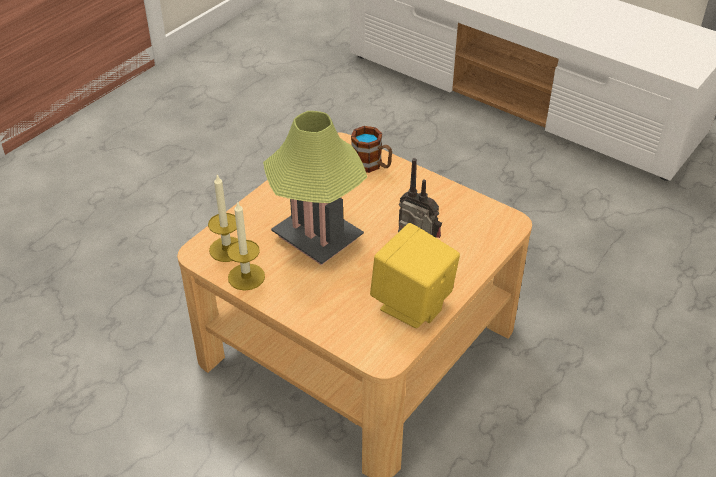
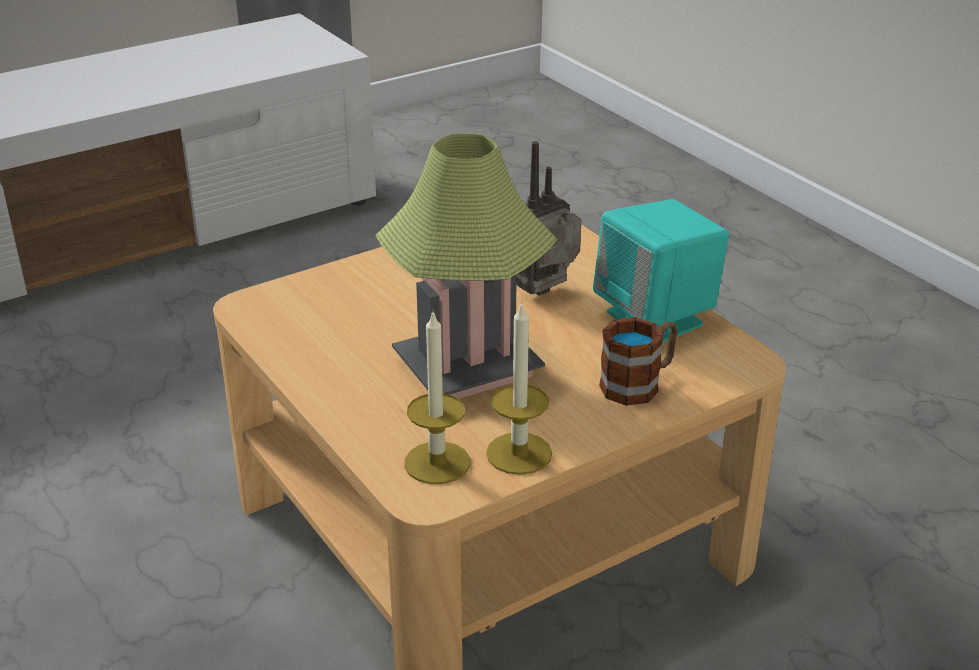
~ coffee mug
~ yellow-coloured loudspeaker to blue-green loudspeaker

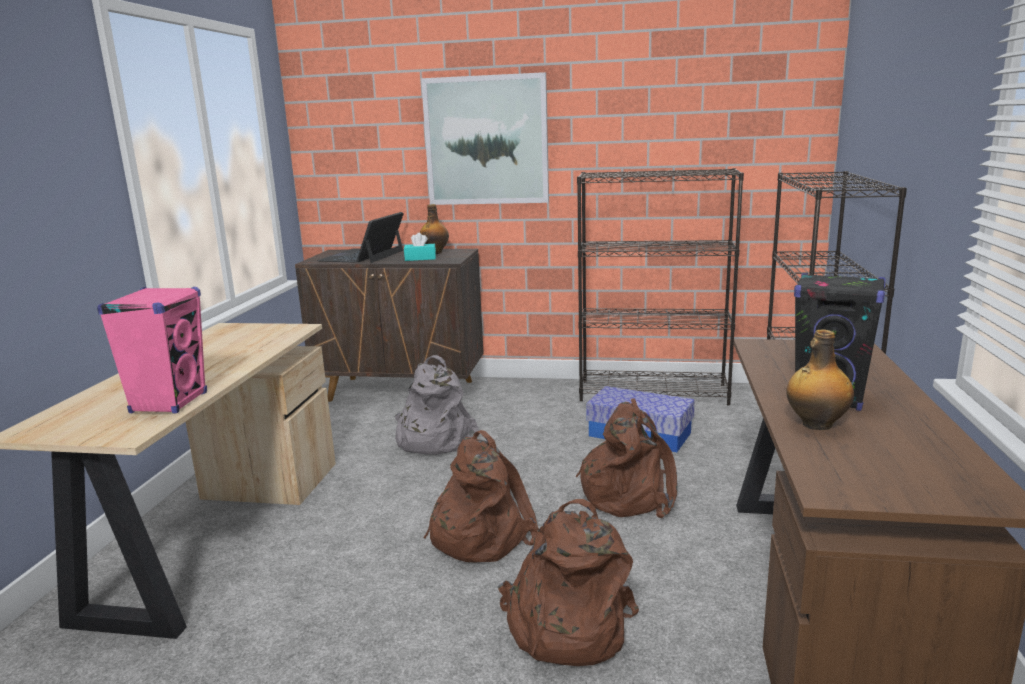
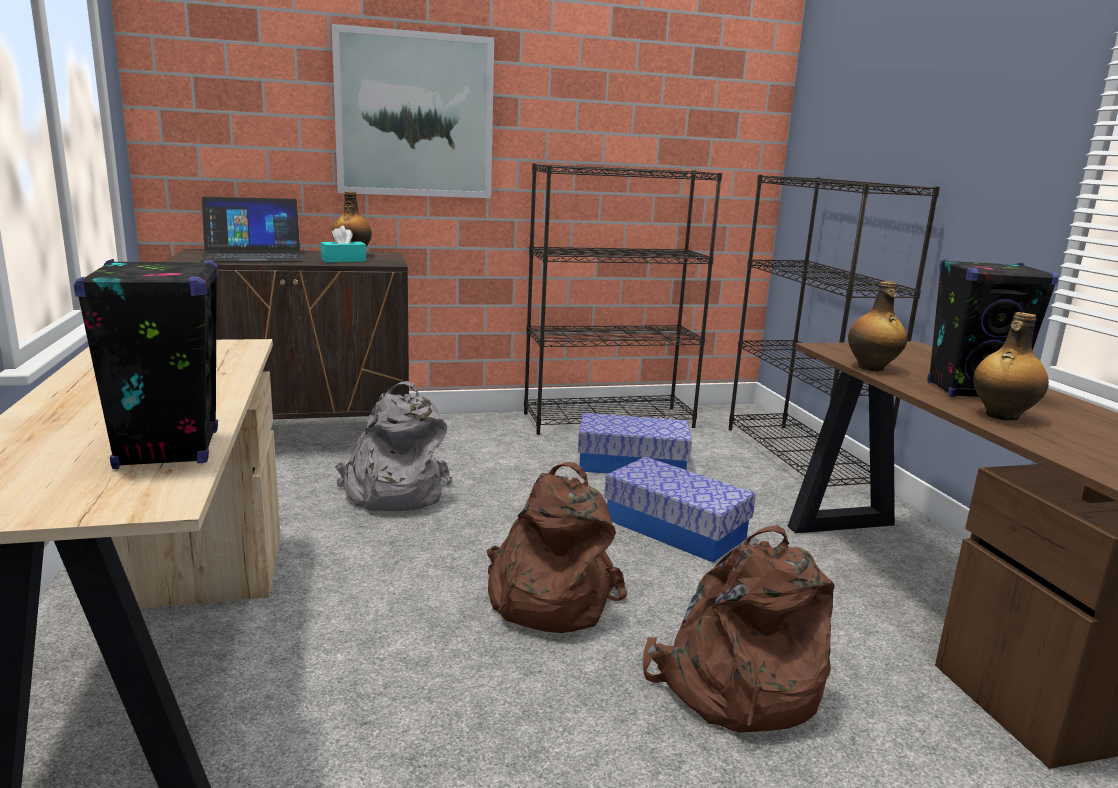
~ laptop 105 degrees counterclockwise
~ pink loudspeaker to blackish loudspeaker (1st from left)
~ brown knapsack (3rd from left) to storage container (2nd from left)
+ beverage bottle (2nd from left)

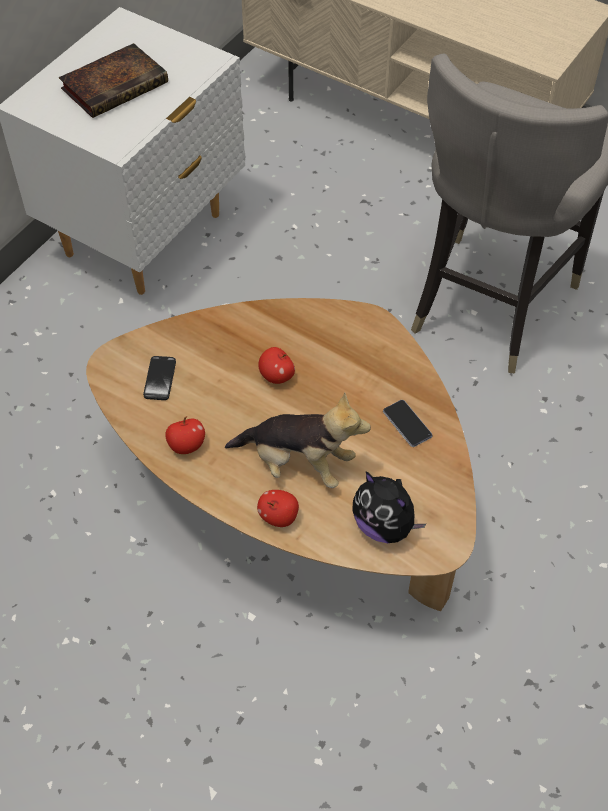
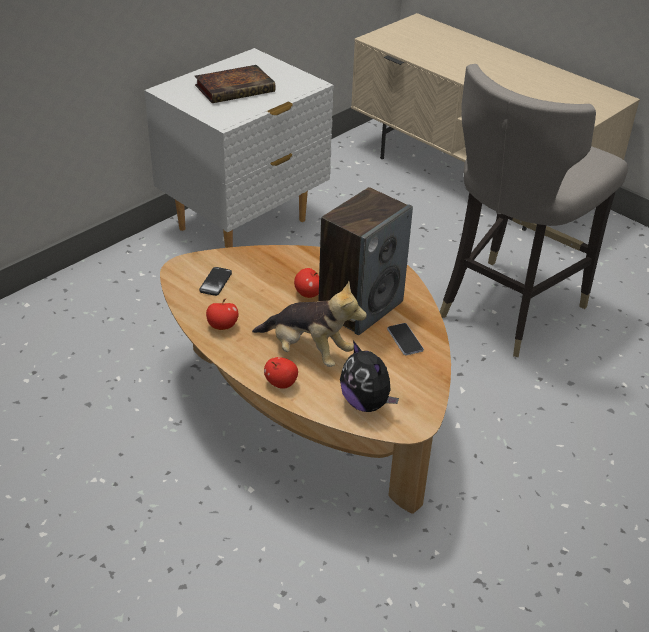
+ loudspeaker

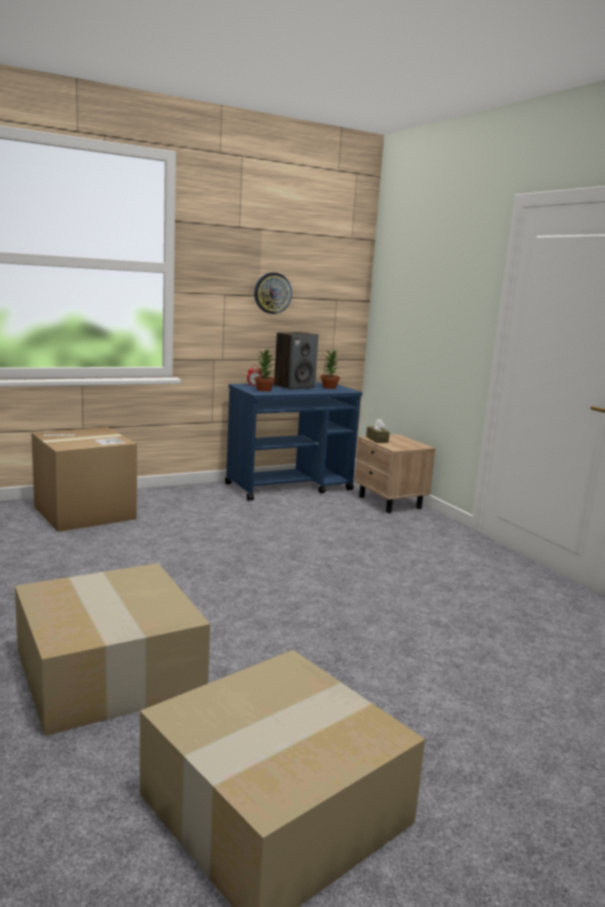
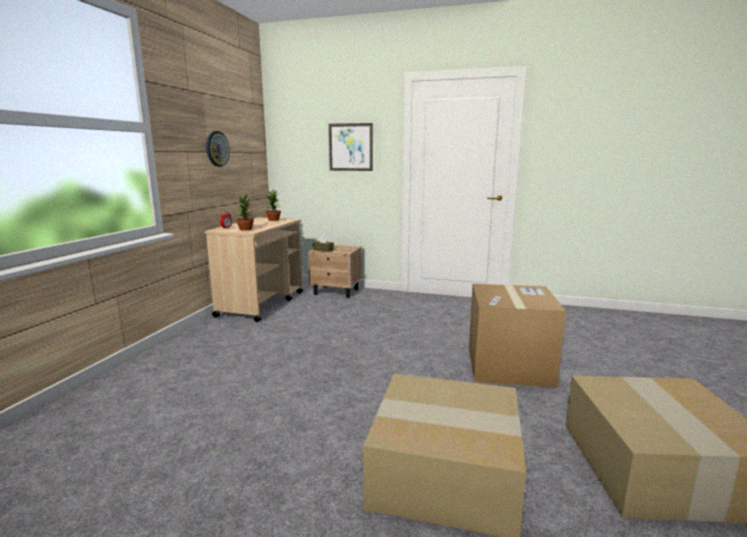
- loudspeaker
~ blue wheeled cart to beige wheeled cart
~ packing box (1st from left in the first image) to packing box (2nd from left)
+ wall picture

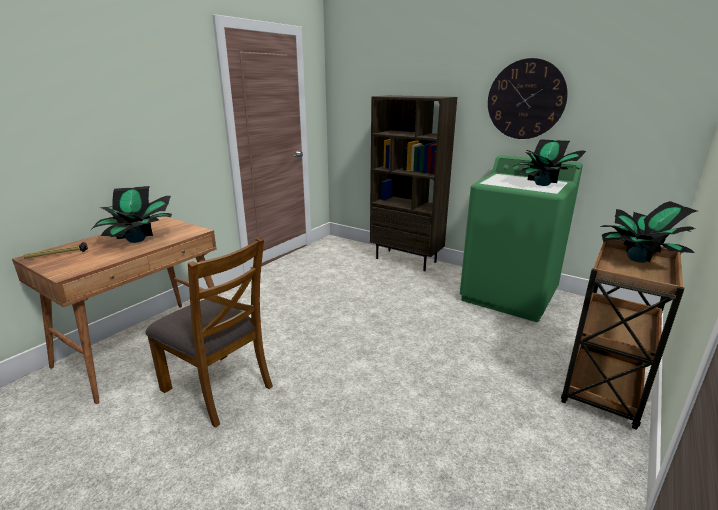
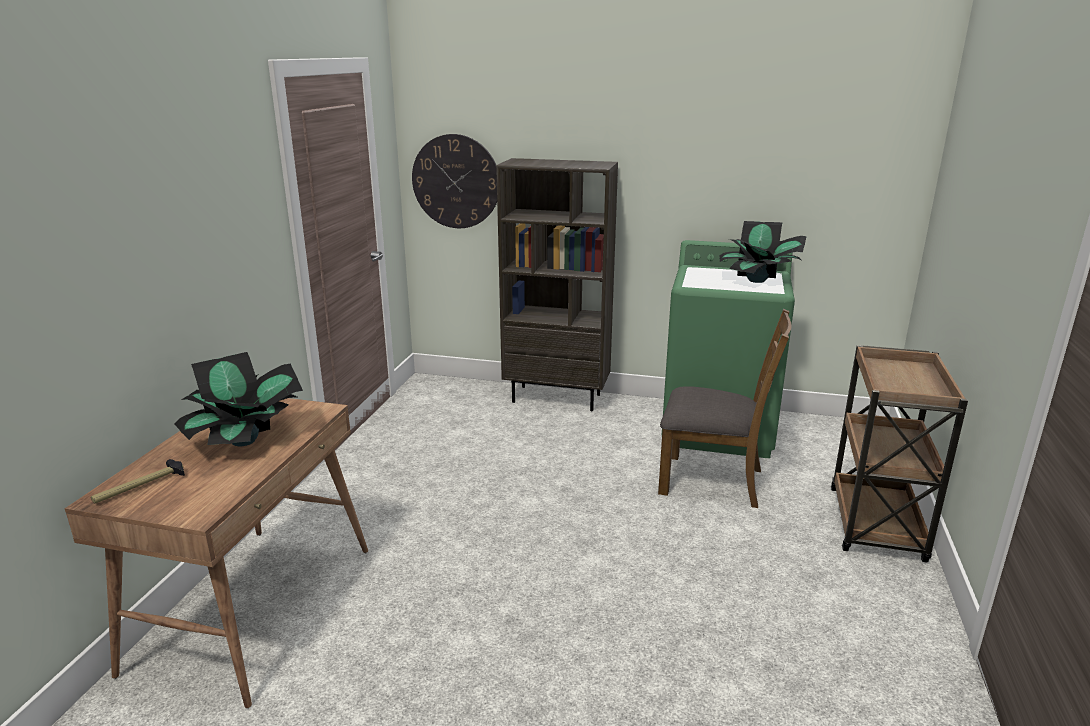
~ wall clock
- potted plant (3rd from left)
~ brown plain chair

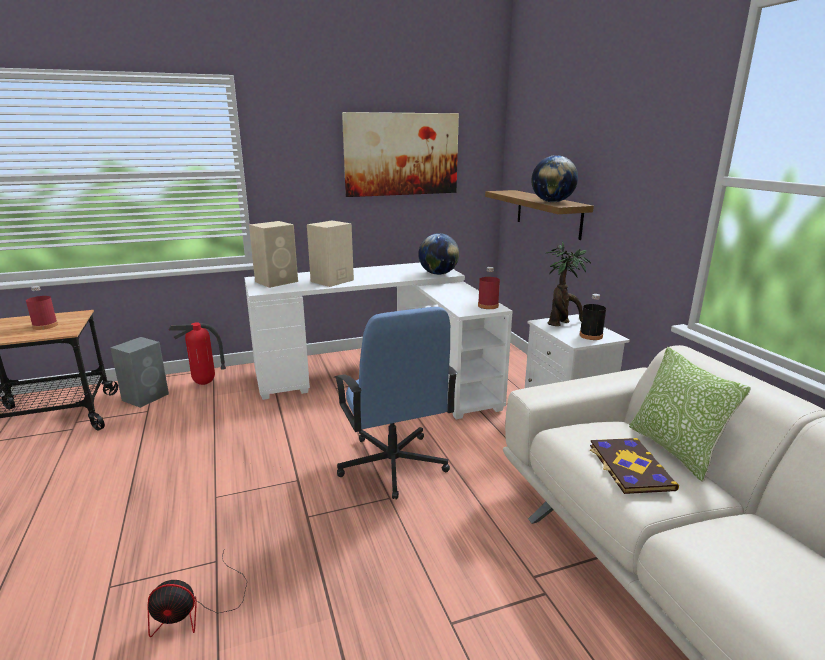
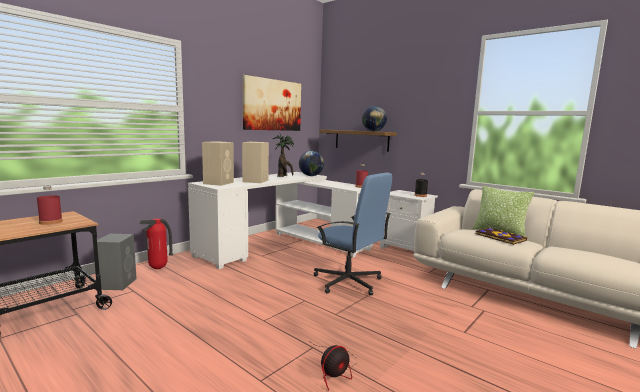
~ potted plant

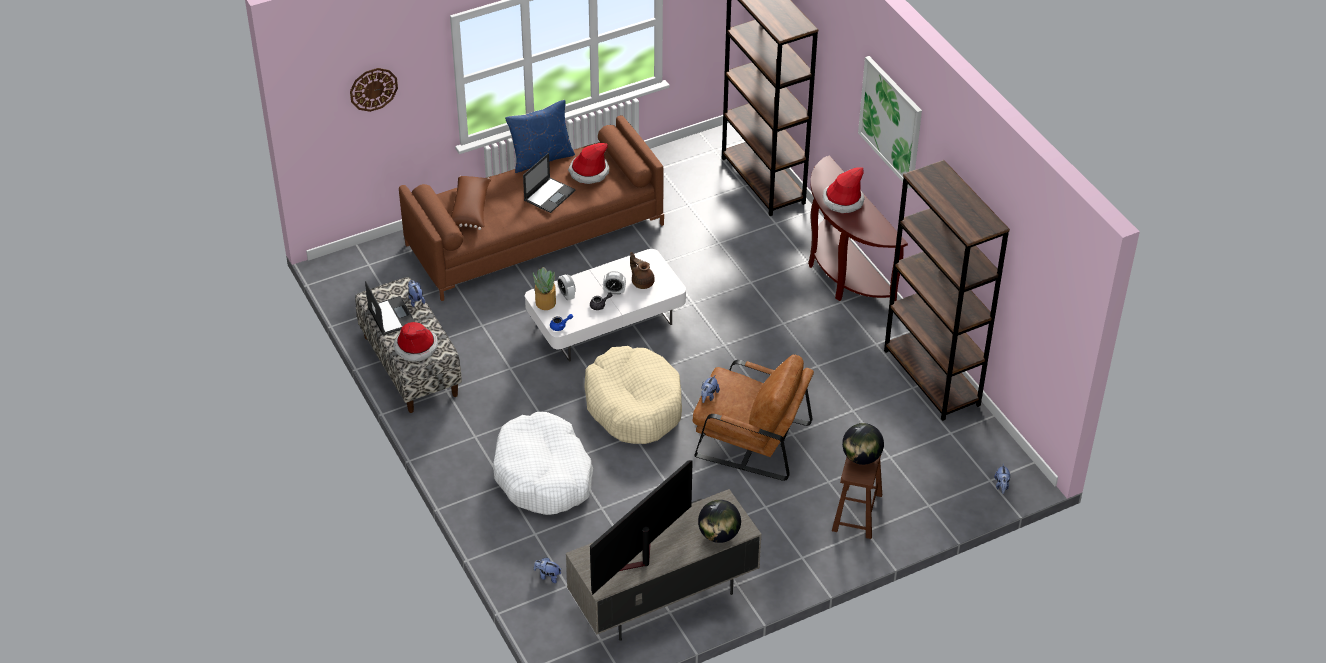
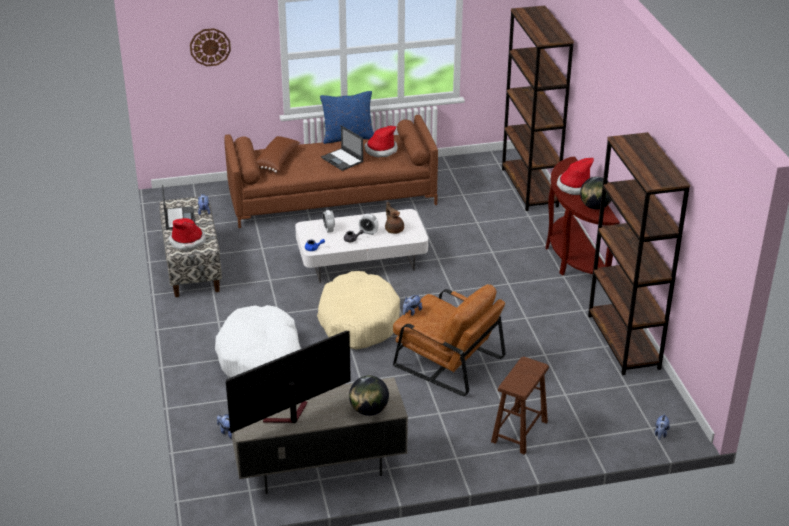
- wall picture
~ laptop (2nd from left) 90 degrees clockwise
- potted plant
~ world globe (2nd from left)

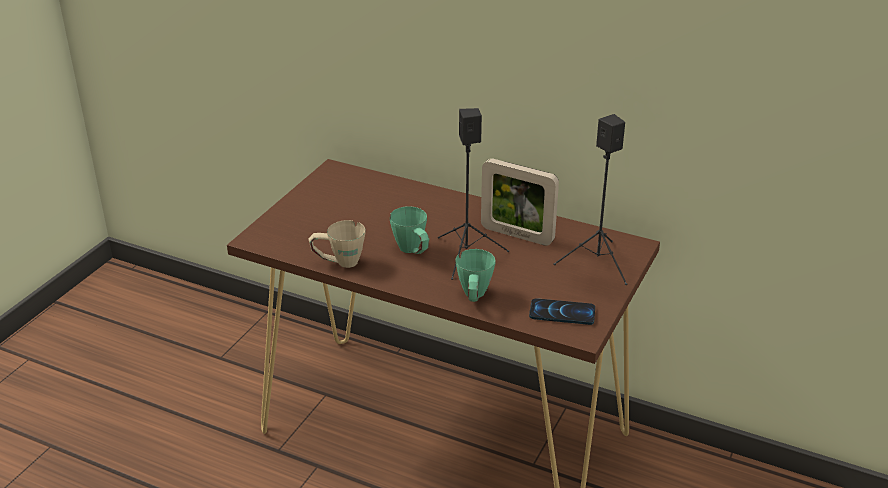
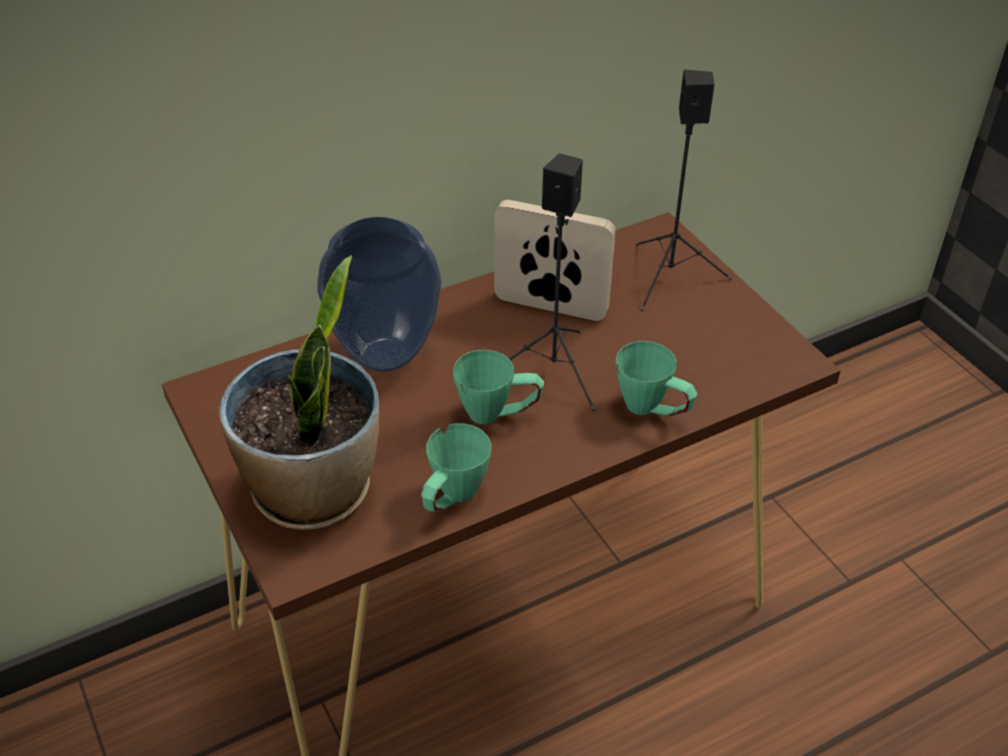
~ picture frame 135 degrees counterclockwise
~ beige coffee mug to greenish coffee mug (1st from left)
- telephone
+ decorative vase
+ potted plant

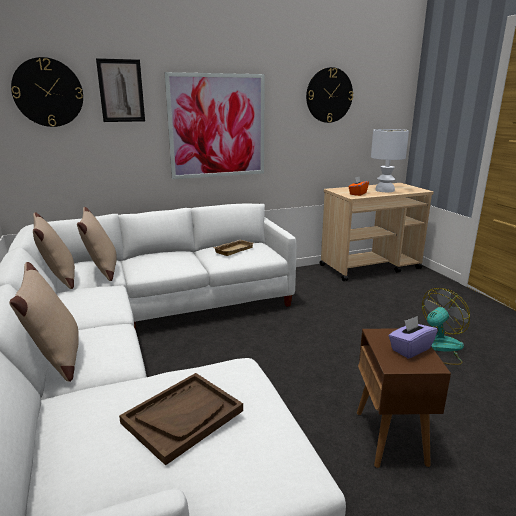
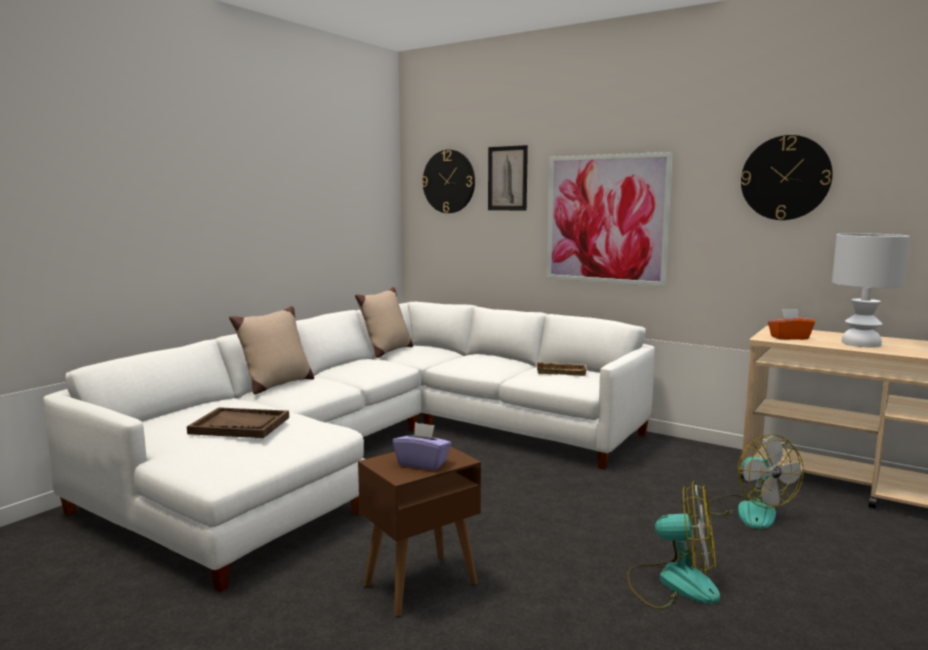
- beige cushion (3rd from left)
+ electric fan (2nd from left)

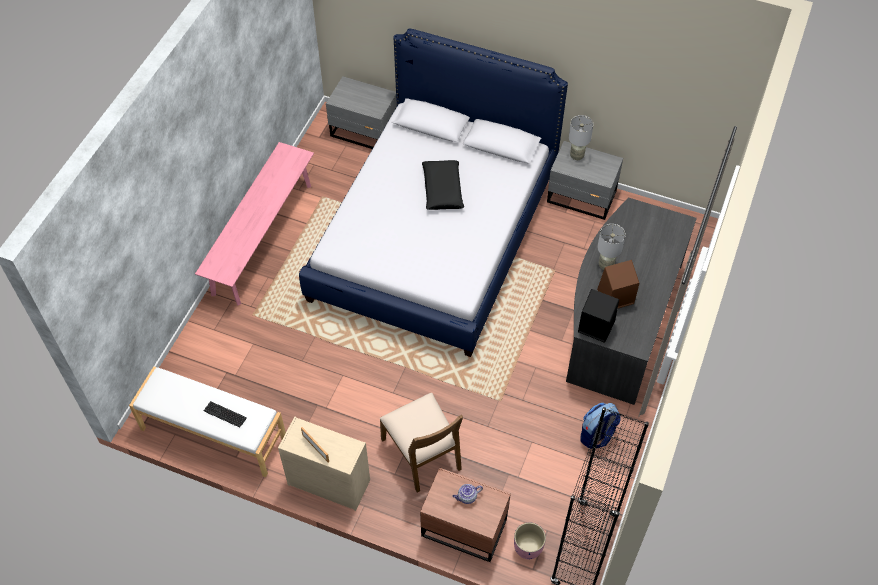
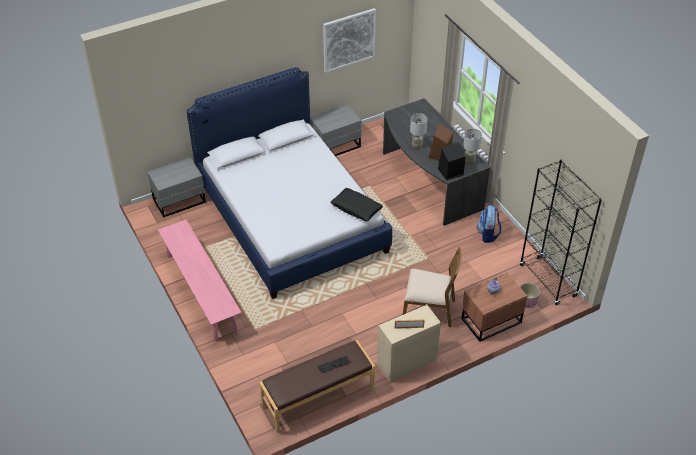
~ greyish lamp for a table (1st from left in the first image) to greyish lamp for a table (2nd from left)
~ blackish cushion
~ white-coloured indoor bench to brown indoor bench
+ wall picture

